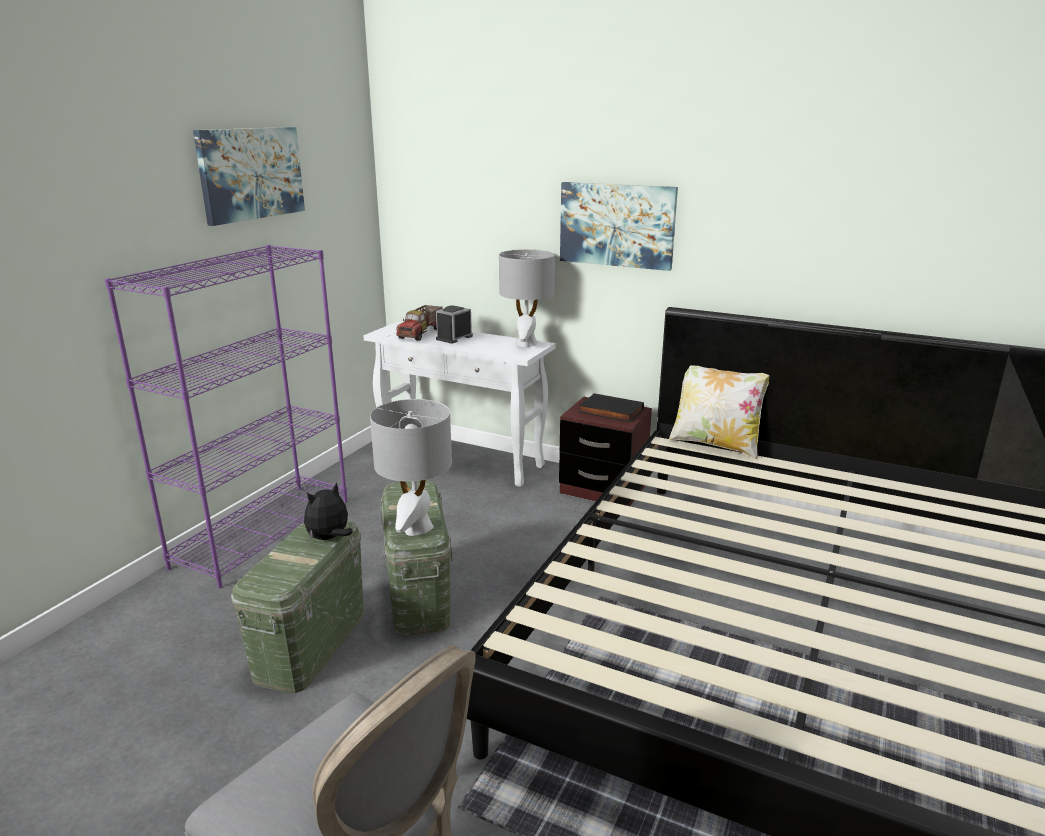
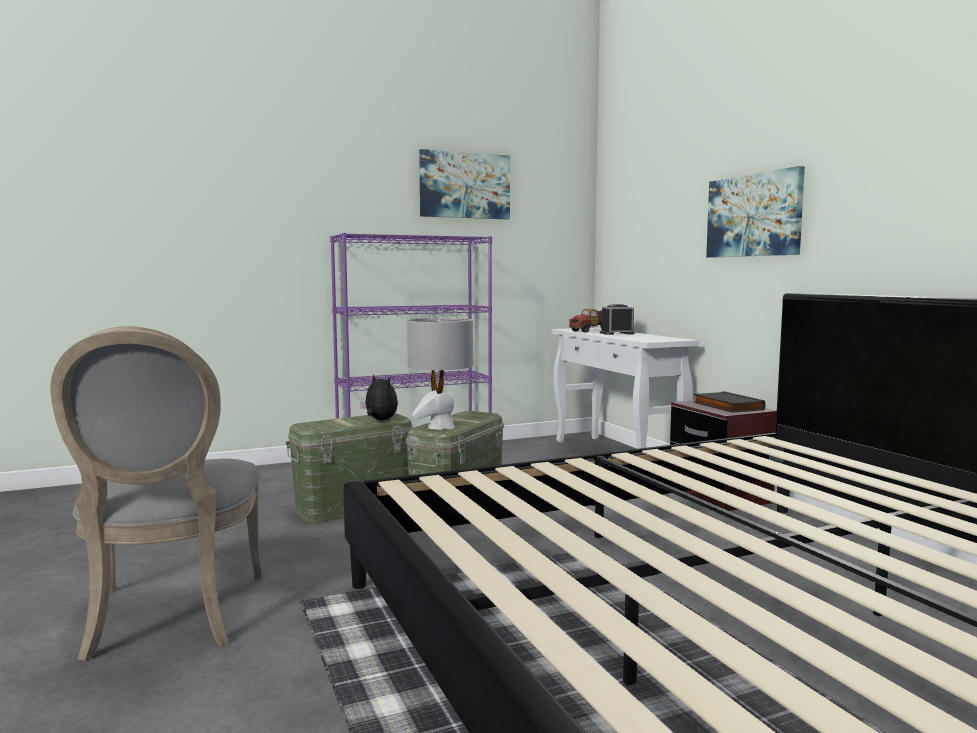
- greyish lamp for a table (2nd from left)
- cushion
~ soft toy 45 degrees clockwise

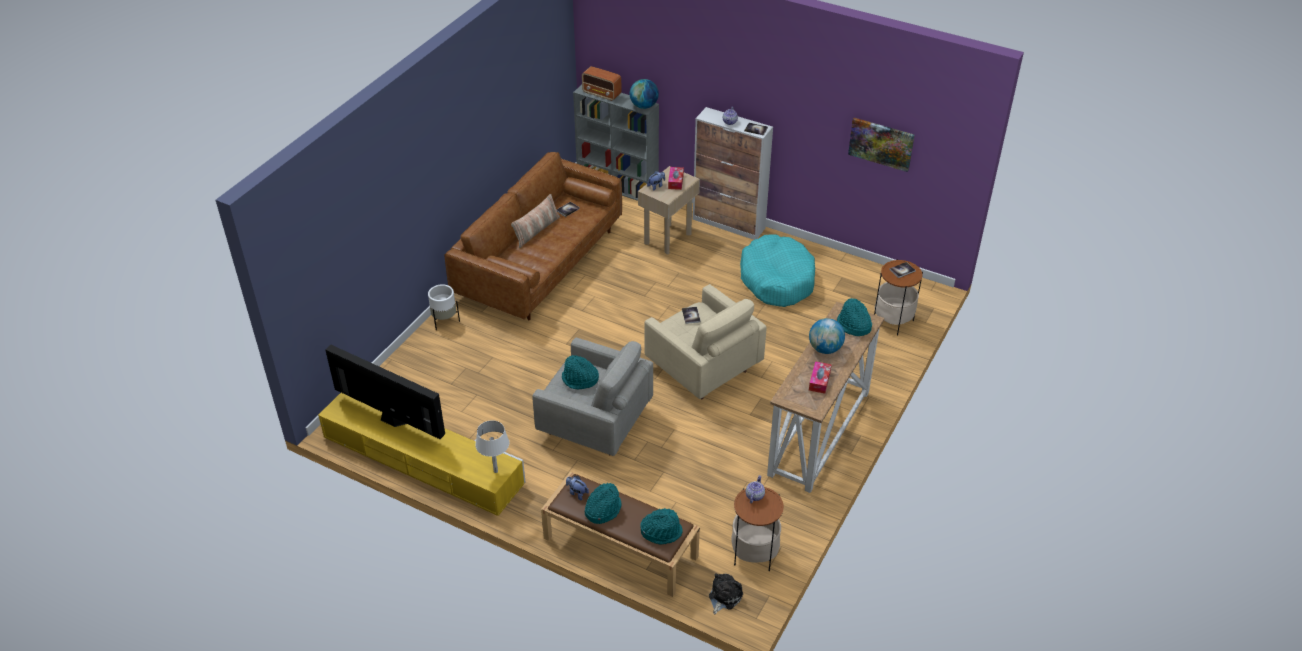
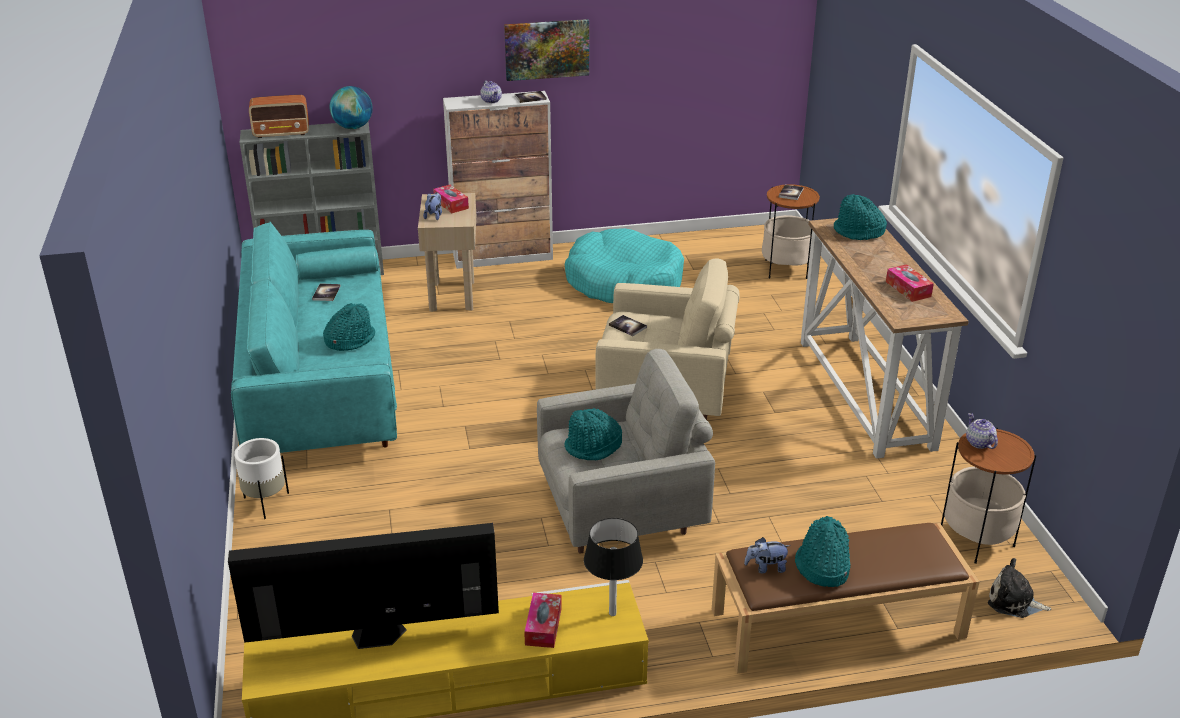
~ wall picture
~ brown sofa to blue-green sofa
- cushion
- world globe (2nd from left)
~ white-coloured lamp for a table to blackish lamp for a table
~ blue-green clothing hat (3rd from left in the first image) to blue-green clothing hat (1st from left)
~ soft toy (3rd from left) 60 degrees counterclockwise
+ tissue holder (2nd from left)

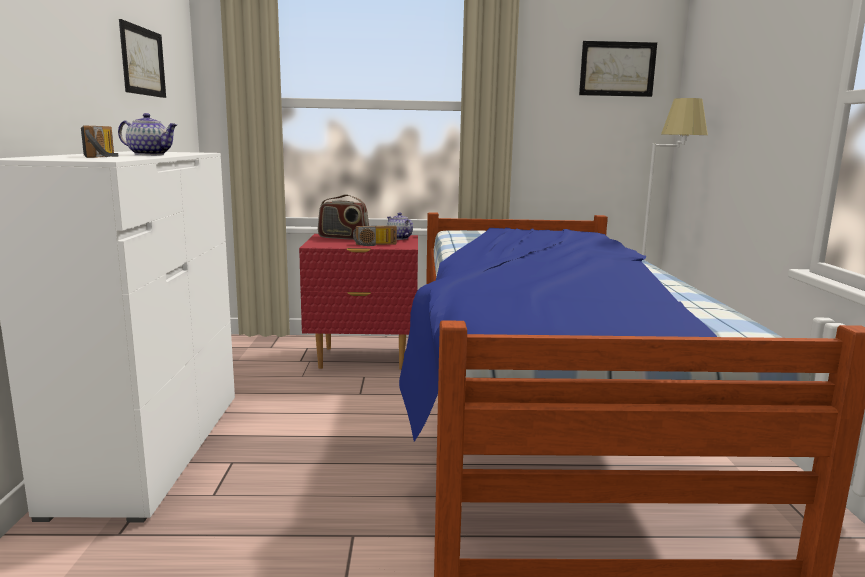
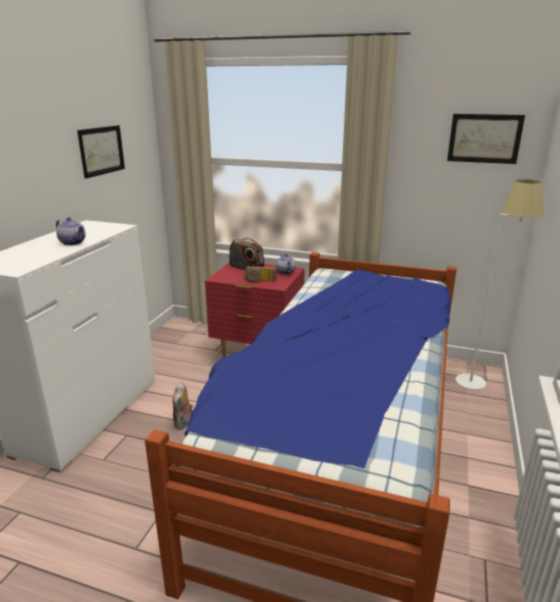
- radio set (1st from left)
+ soft toy

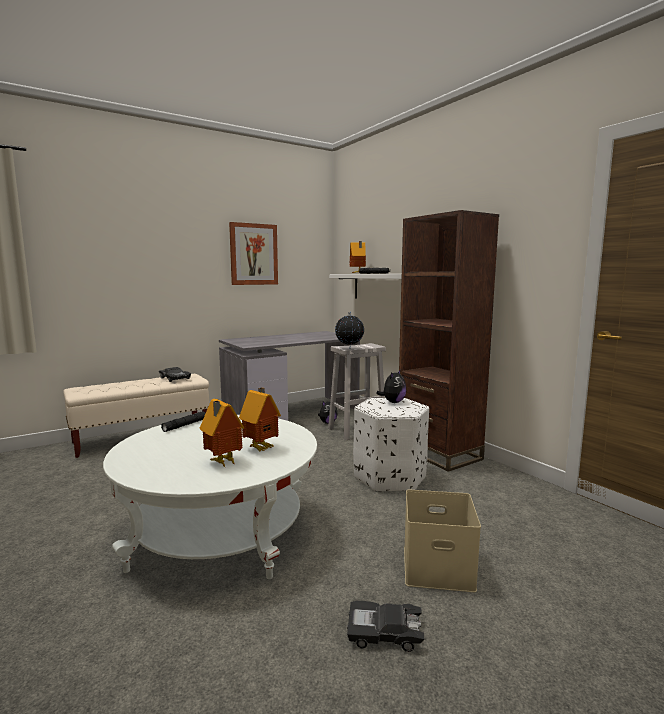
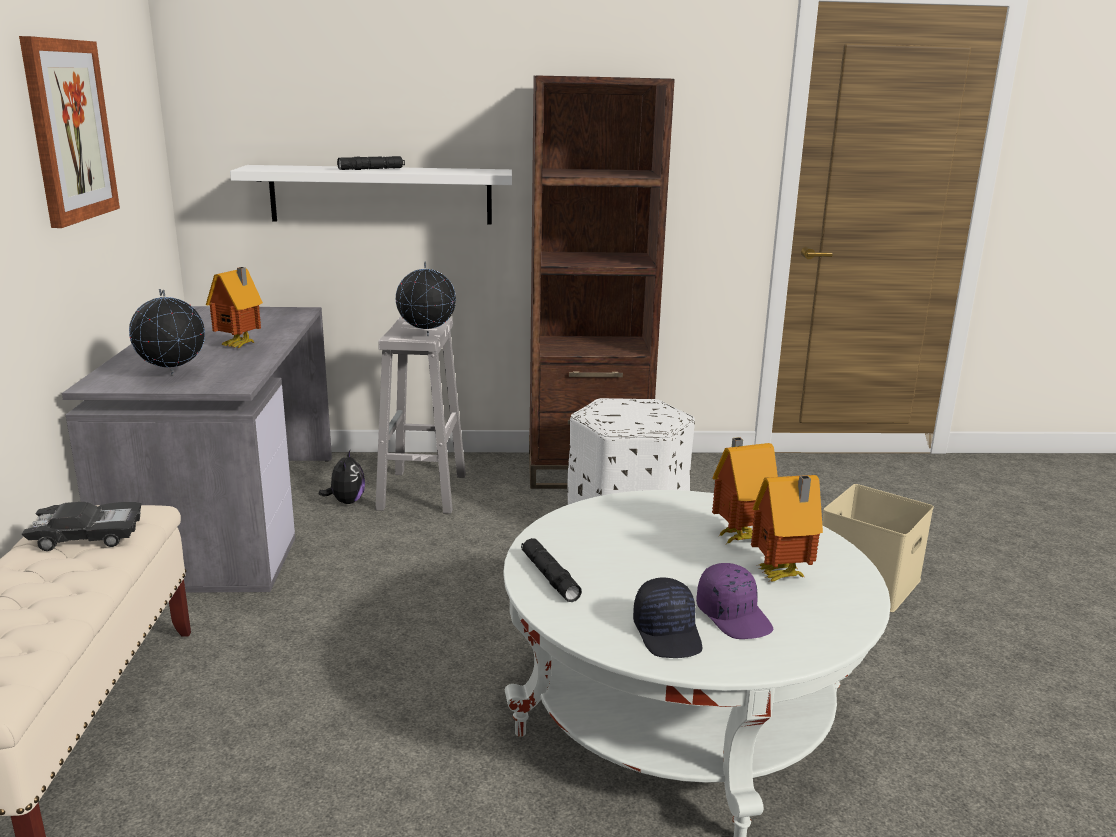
~ toy house (3rd from left in the first image) to toy house (1st from left)
- soft toy (2nd from left)
- blackish miniature car (2nd from left)
+ world globe (1st from left)
+ purple-coloured baseball cap
+ blackish baseball cap

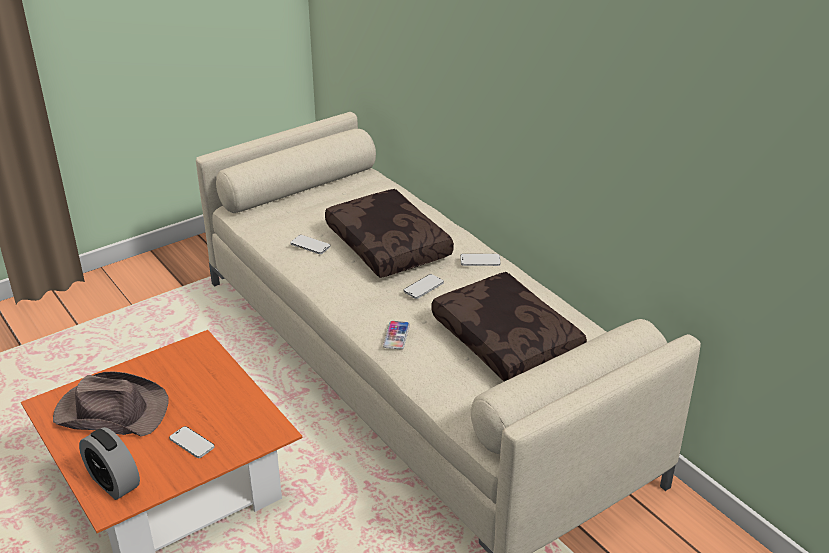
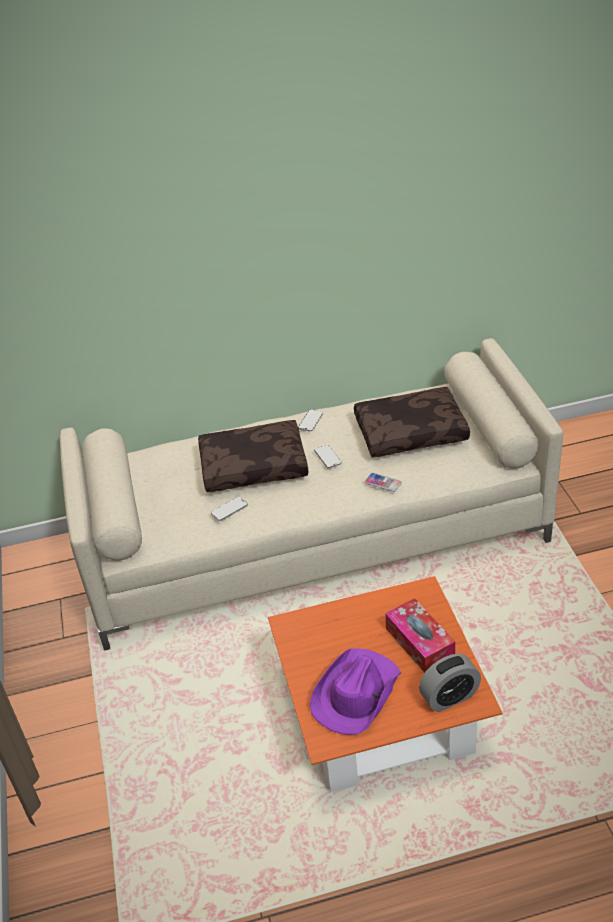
~ brown clothing hat to purple-coloured clothing hat
~ telephone (1st from left) to tissue holder

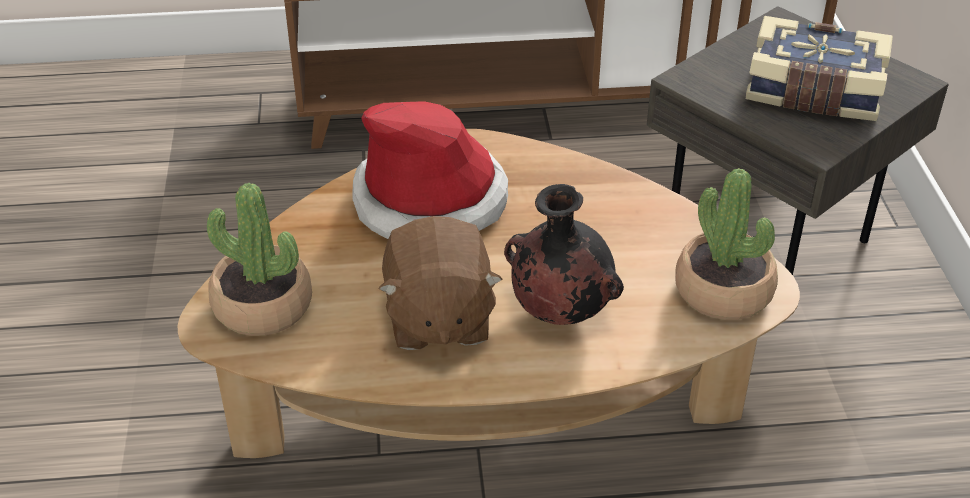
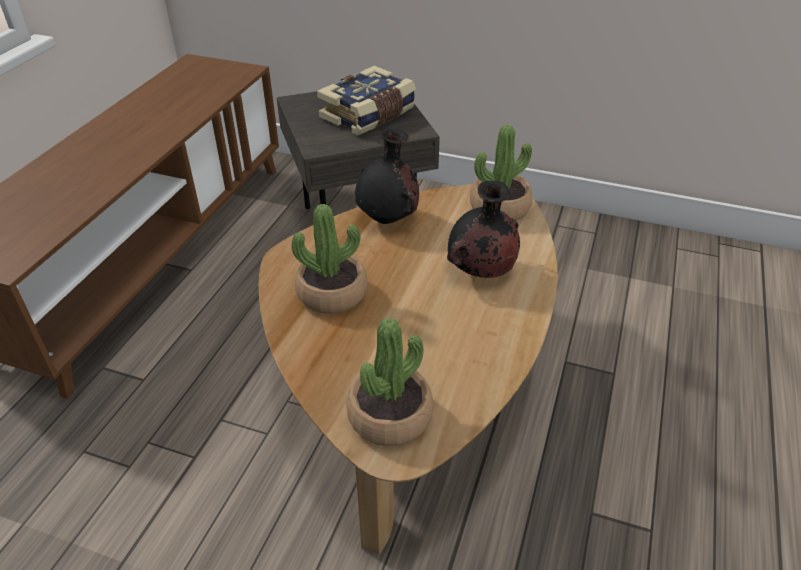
~ clothing hat to potted plant (1st from left)
- brown soft toy
+ blackish decorative vase (1st from left)

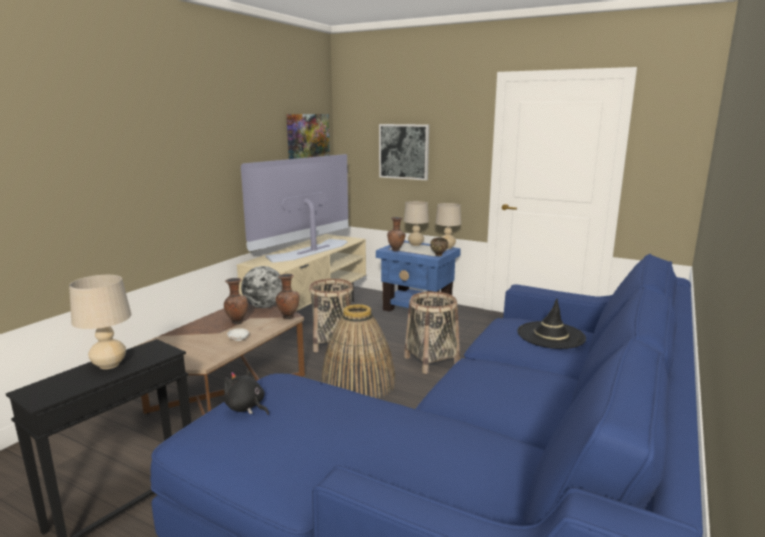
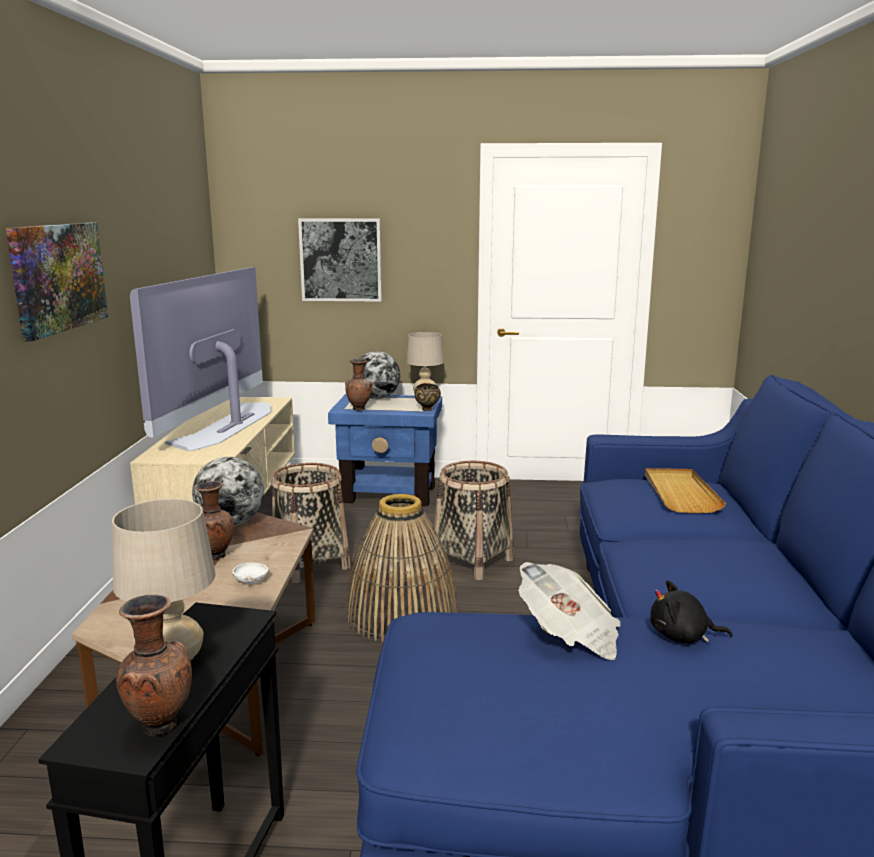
~ wall picture (1st from left)
~ beige lamp for a table (2nd from left) to world globe (2nd from left)
~ brown decorative vase (2nd from left in the first image) to brown decorative vase (1st from left)
~ blackish clothing hat to beige tray
~ blackish soft toy
+ newspaper

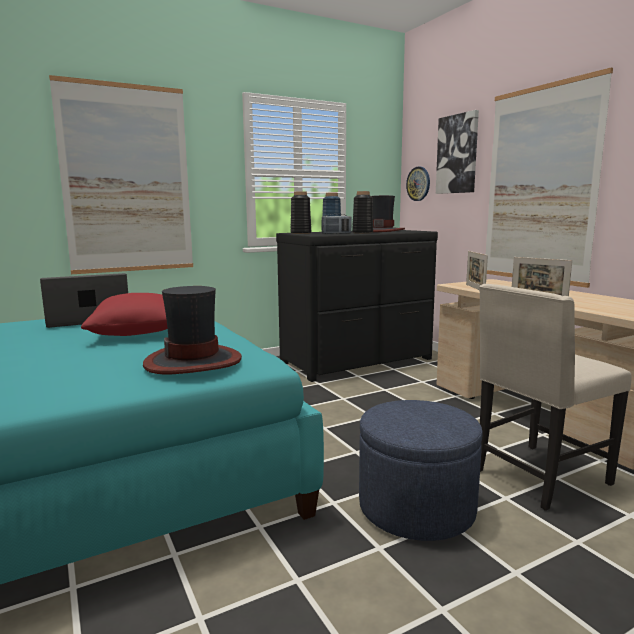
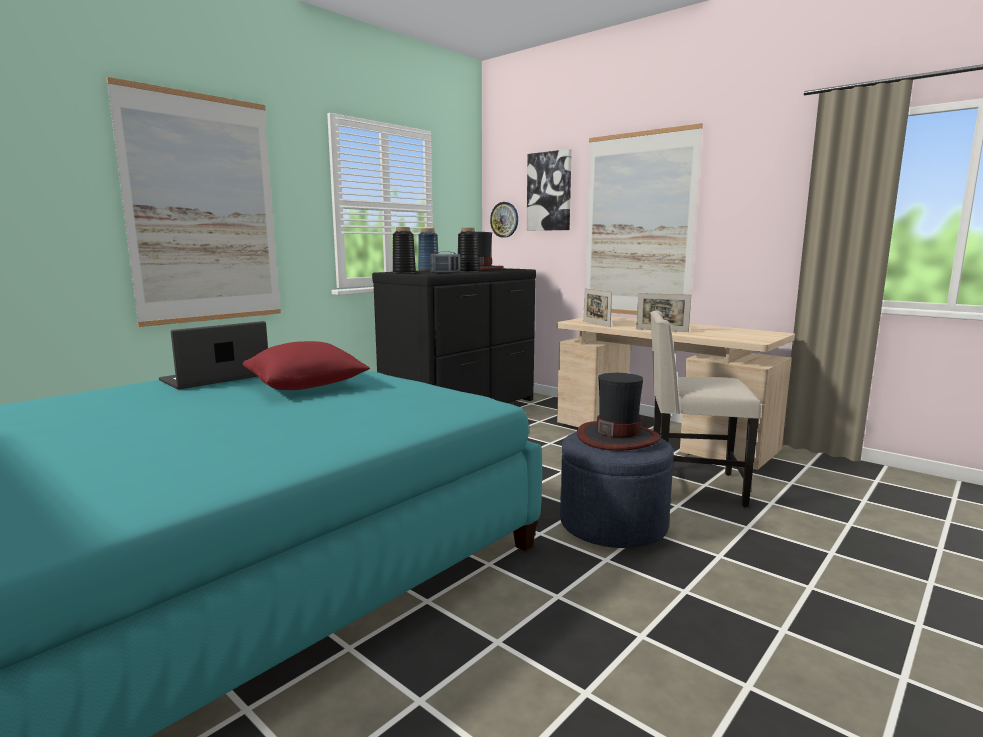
~ beige plain chair 60 degrees clockwise
~ clothing hat (1st from left in the first image) to clothing hat (2nd from left)

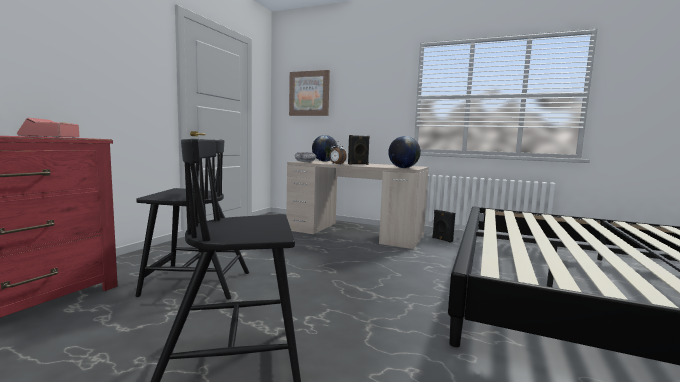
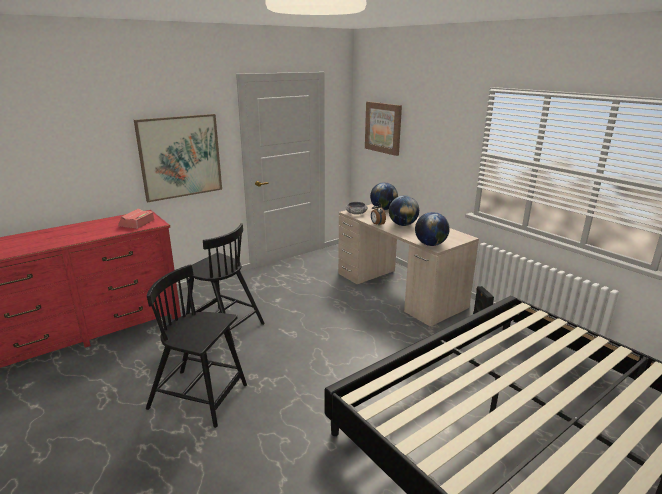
~ blackish loudspeaker (1st from left) to world globe (2nd from left)
+ wall picture (1st from left)

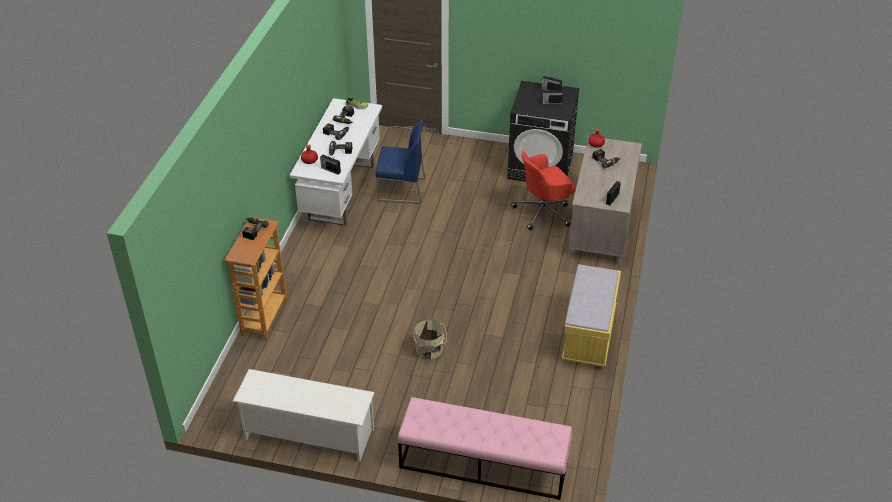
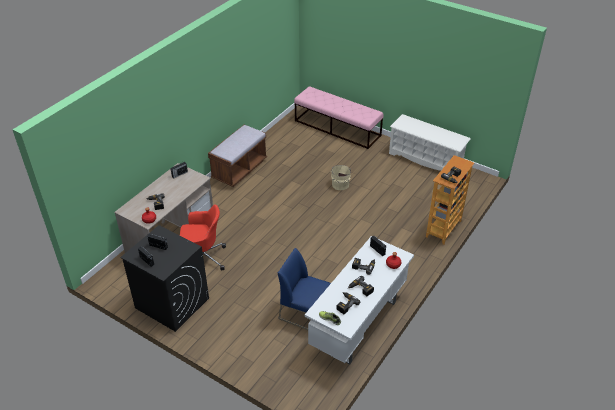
~ yellow-coloured indoor bench to brown indoor bench

